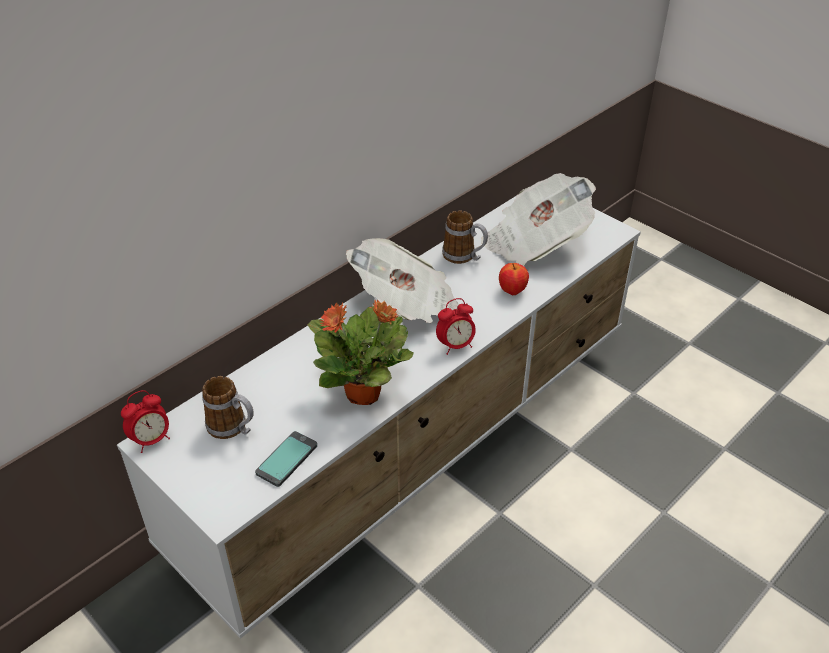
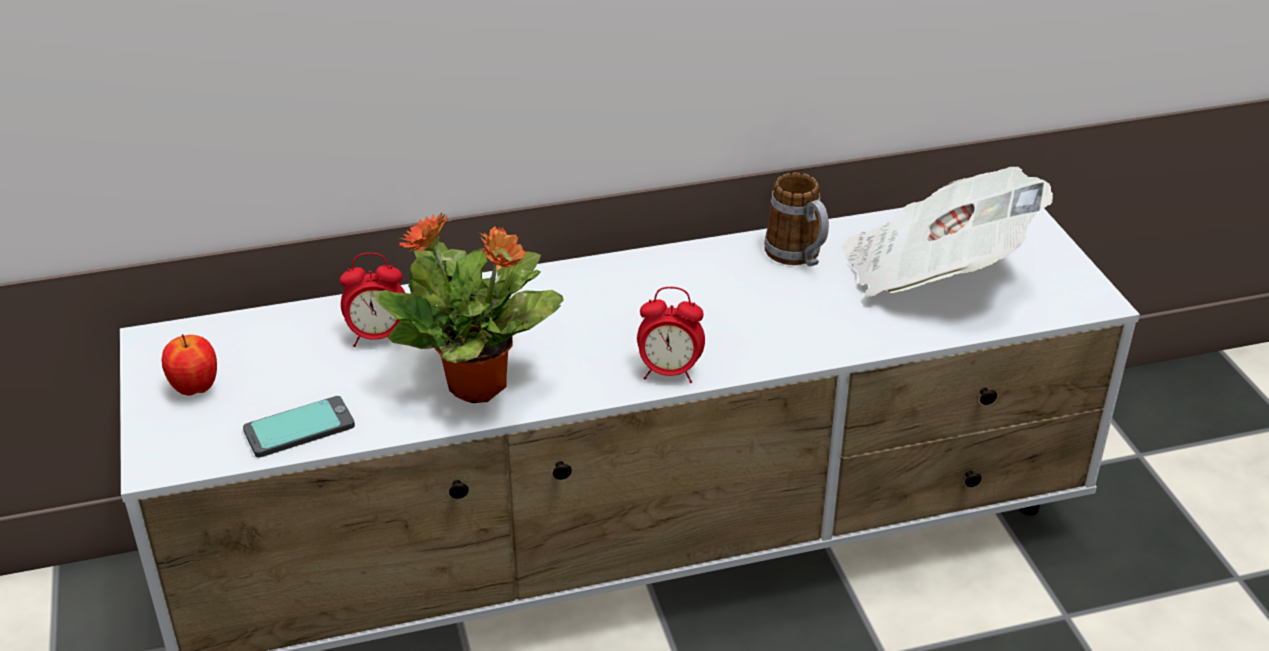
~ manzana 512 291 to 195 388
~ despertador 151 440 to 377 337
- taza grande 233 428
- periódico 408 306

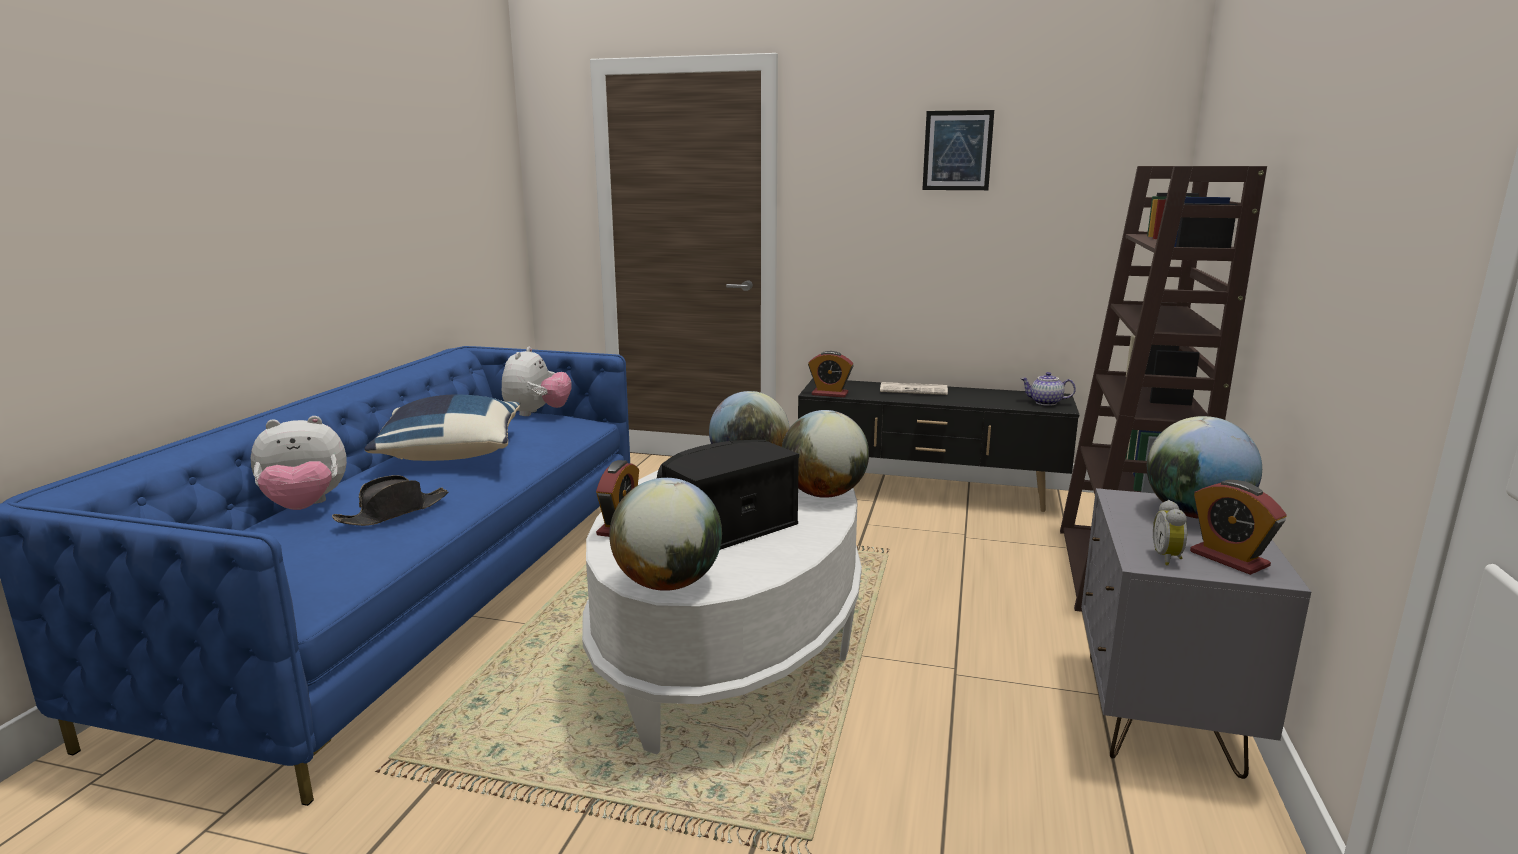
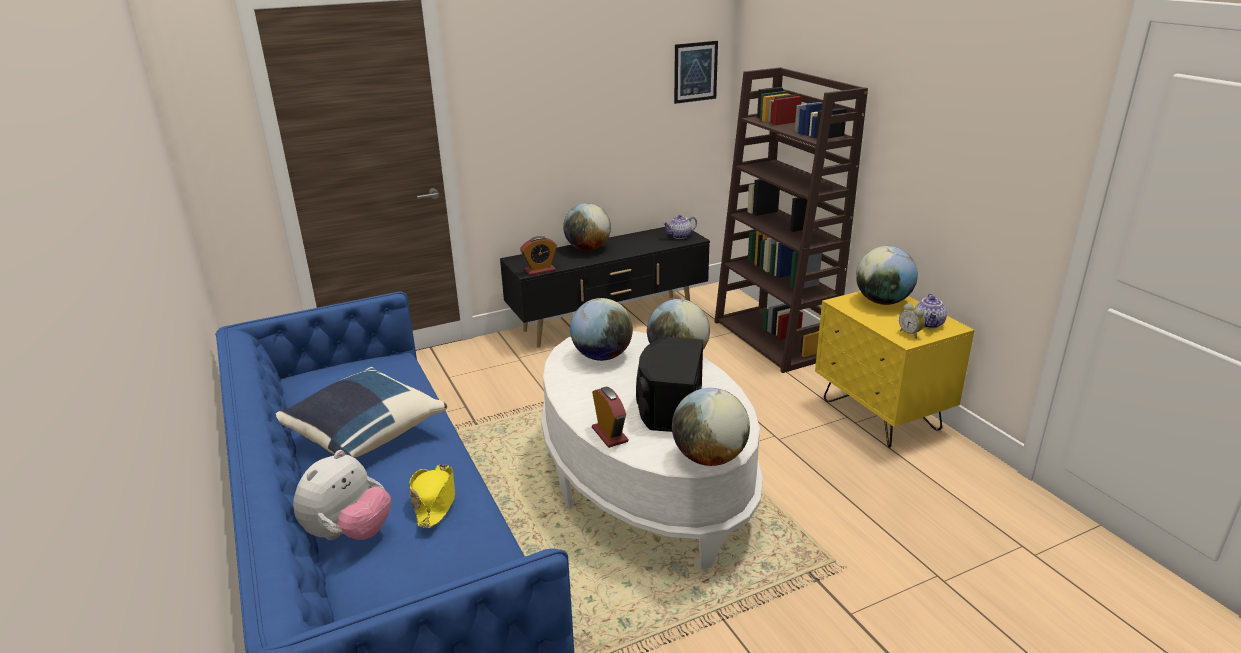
~ sombrero/negro 394 512 to sombrero/amarillo 435 500
~ periódico 914 390 to globo terráqueo 588 249
~ cuadro 957 150 to 695 72
~ mesita de noche/gris 1160 716 to mesita de noche/amarillo 881 415
~ despertador 1229 559 to tetera 929 324
- peluche 537 413

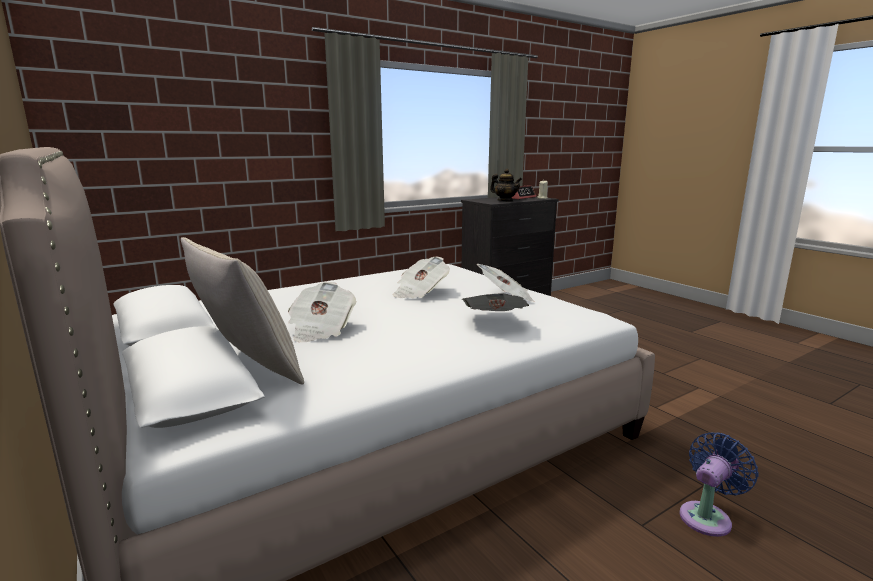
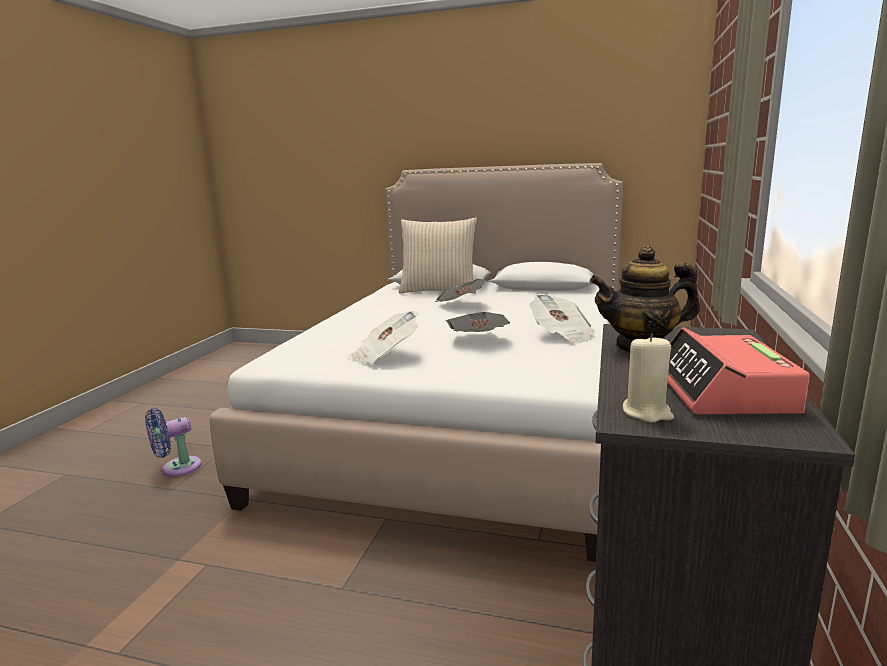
~ ventilador/azul 707 516 = 177 468 45 degrees clockwise
~ periódico 495 321 to 561 335

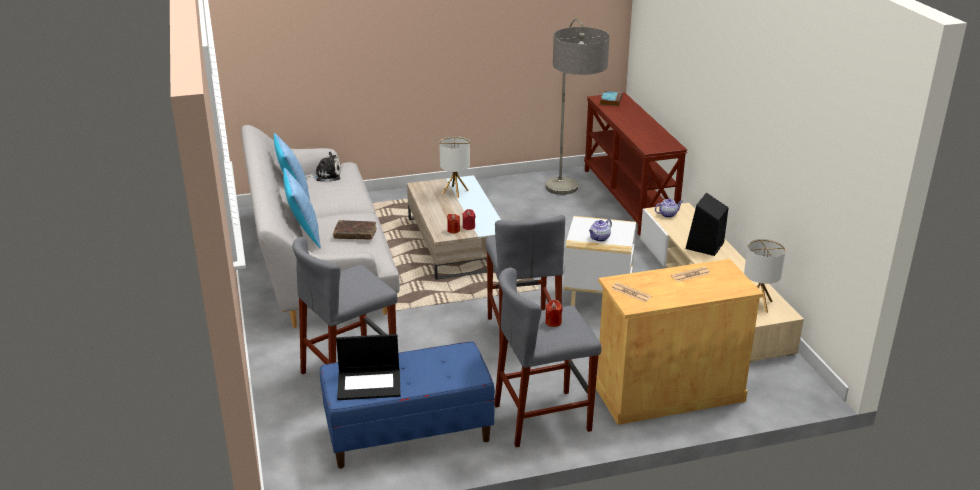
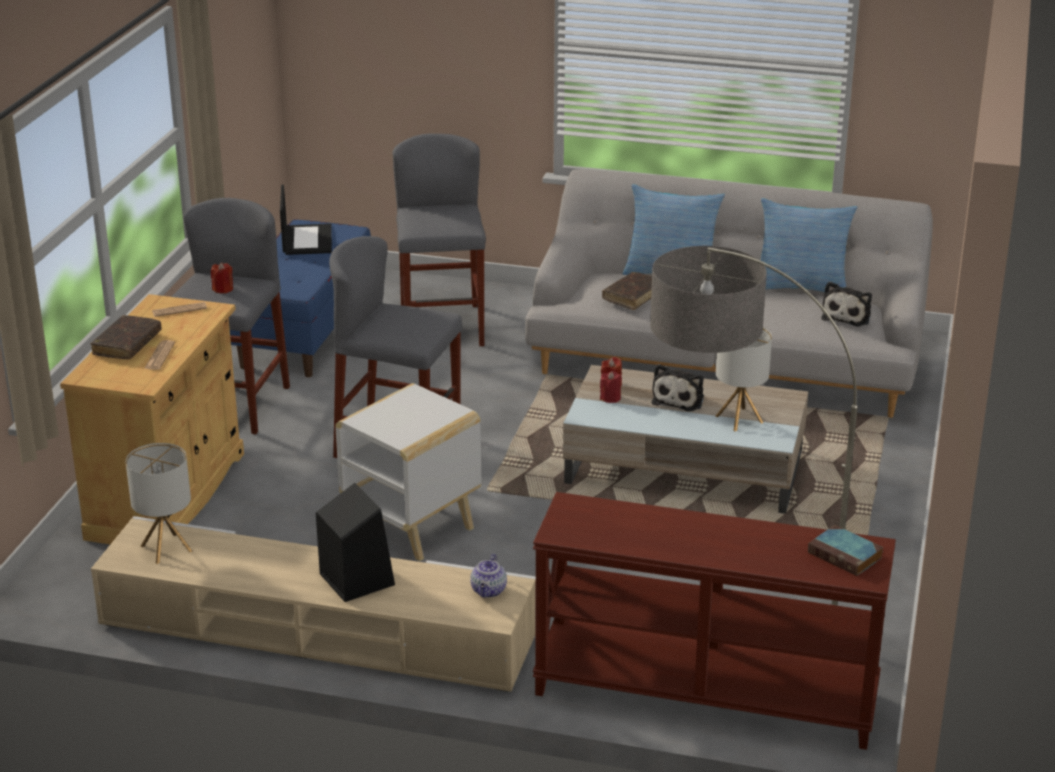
+ libro/marrón 127 344
~ portátil 370 384 = 306 240 150 degrees clockwise
+ peluche 679 399
- tetera 599 238

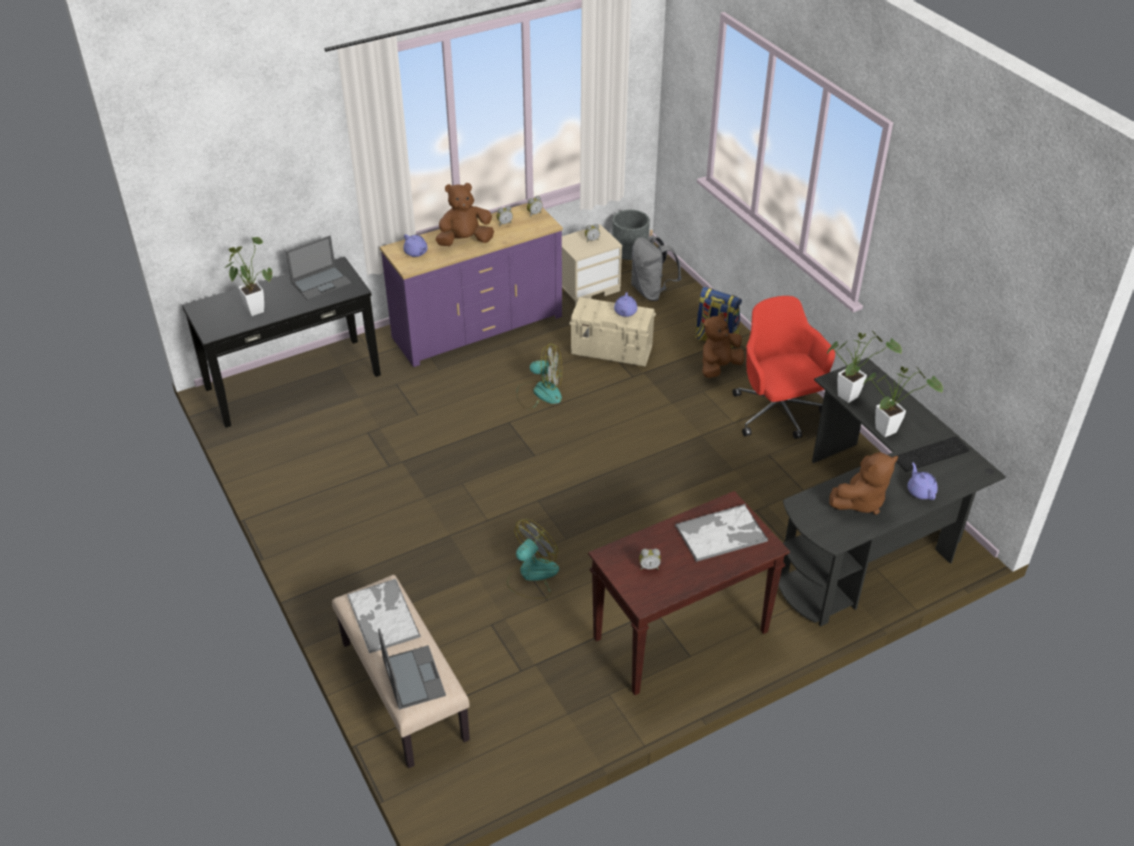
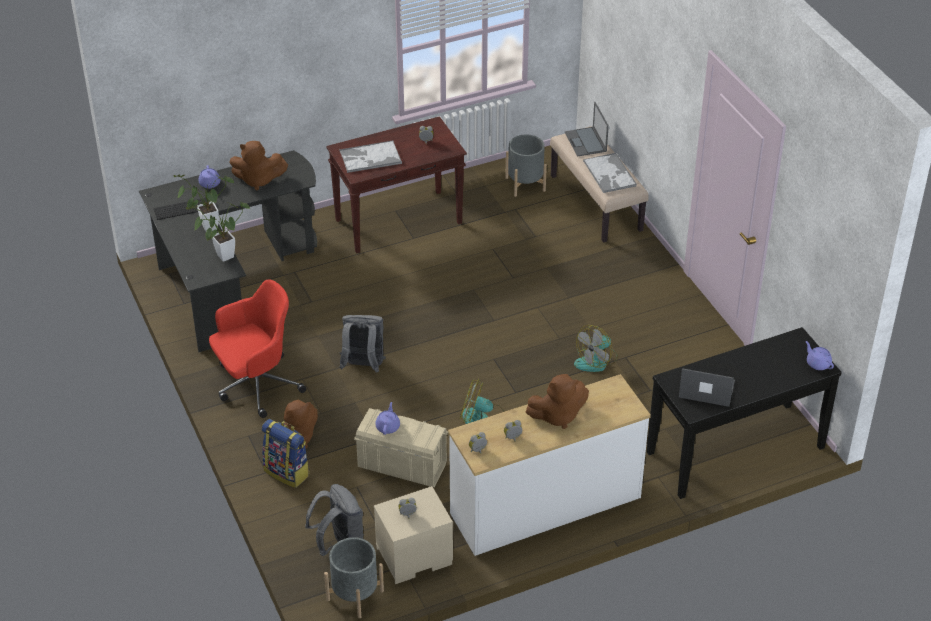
~ silla de oficina/rojo 778 413 = 256 385 105 degrees counterclockwise
~ peluche/marrón 860 501 = 258 180 150 degrees counterclockwise
+ mochila/gris 363 366
~ cómoda/morado 477 327 to cómoda/blanco 546 506
+ maceta/gris 525 184
~ ventilador 532 575 to 596 361
~ portátil 321 282 = 705 389 45 degrees clockwise
~ tetera/morado 416 252 to 817 363
- planta en maceta 254 308

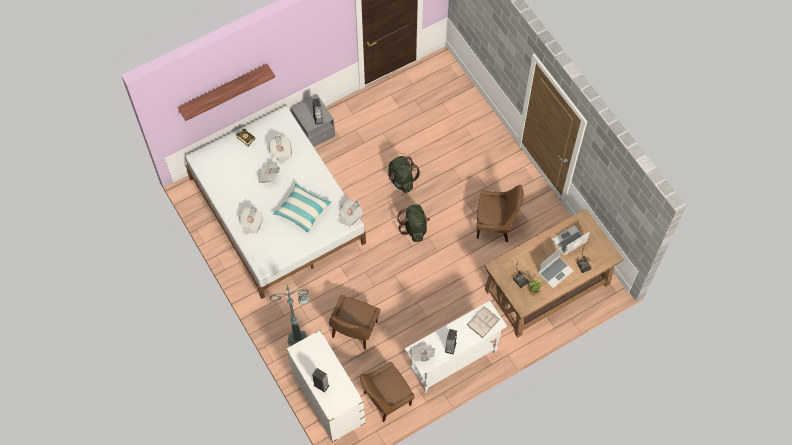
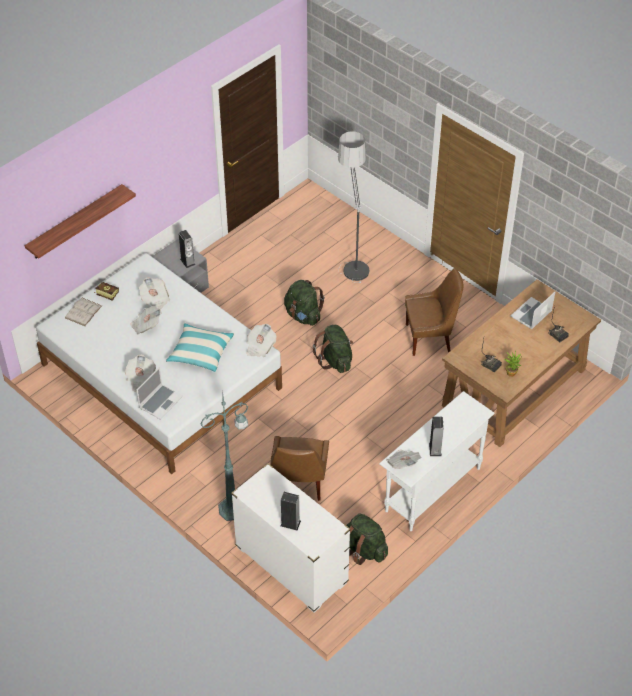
~ libro/blanco 483 322 to 83 312
~ portátil 555 271 to 160 402
+ lámpara de pie 352 257
~ silla/marrón 385 399 to mochila/verde 364 550

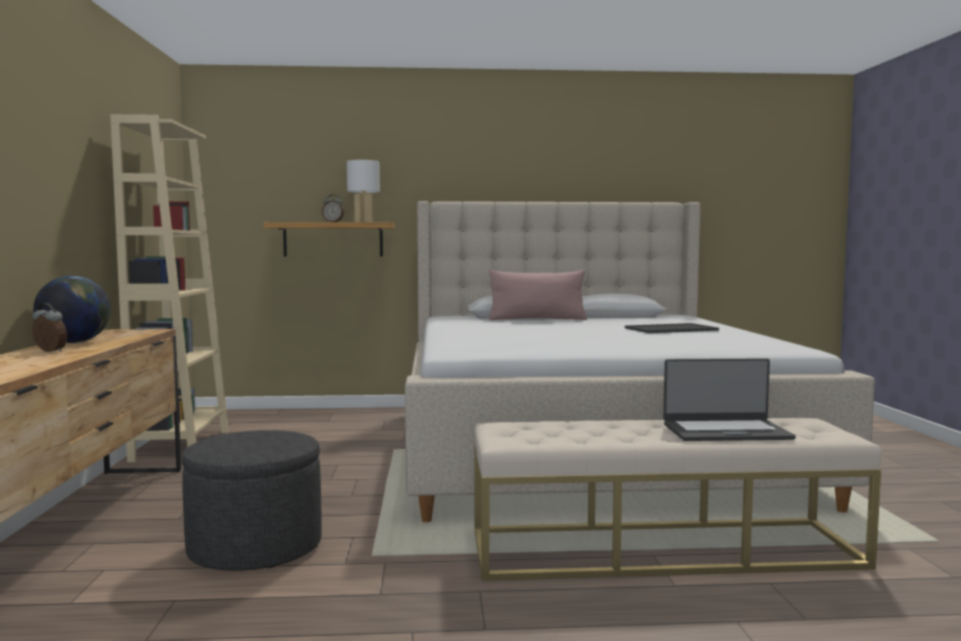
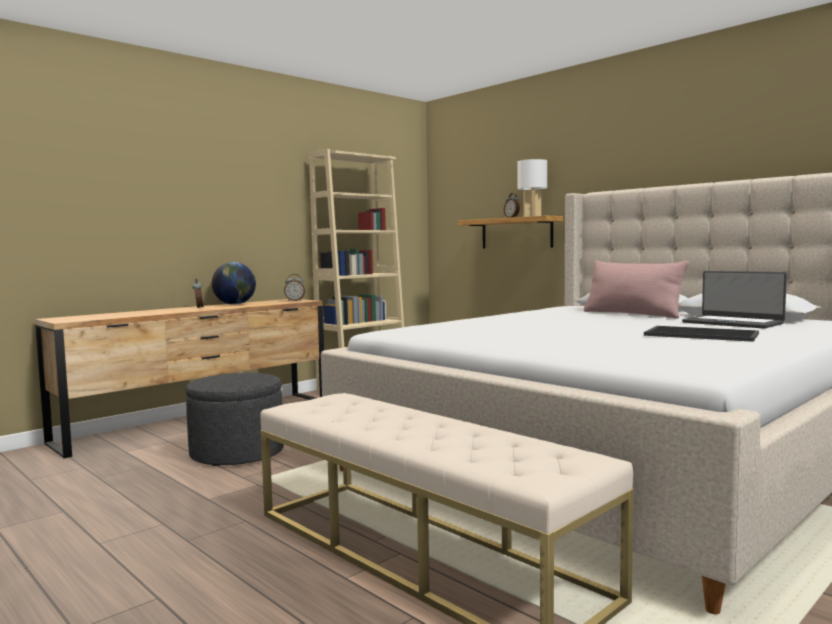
+ despertador 295 300
~ portátil 725 431 to 733 323

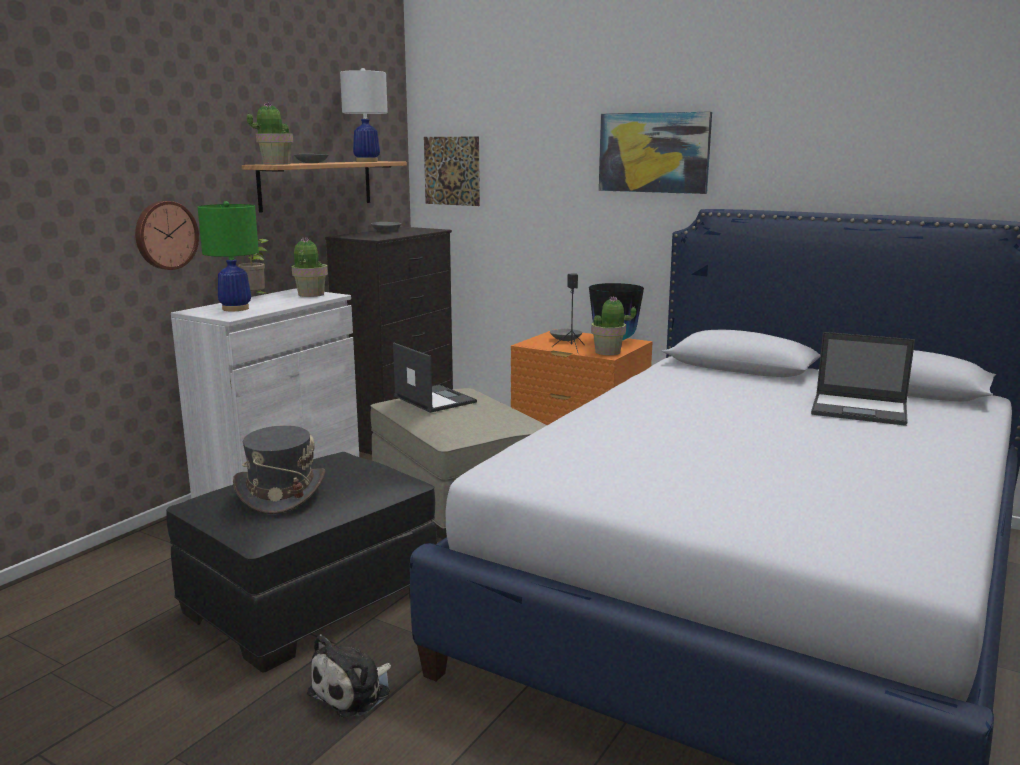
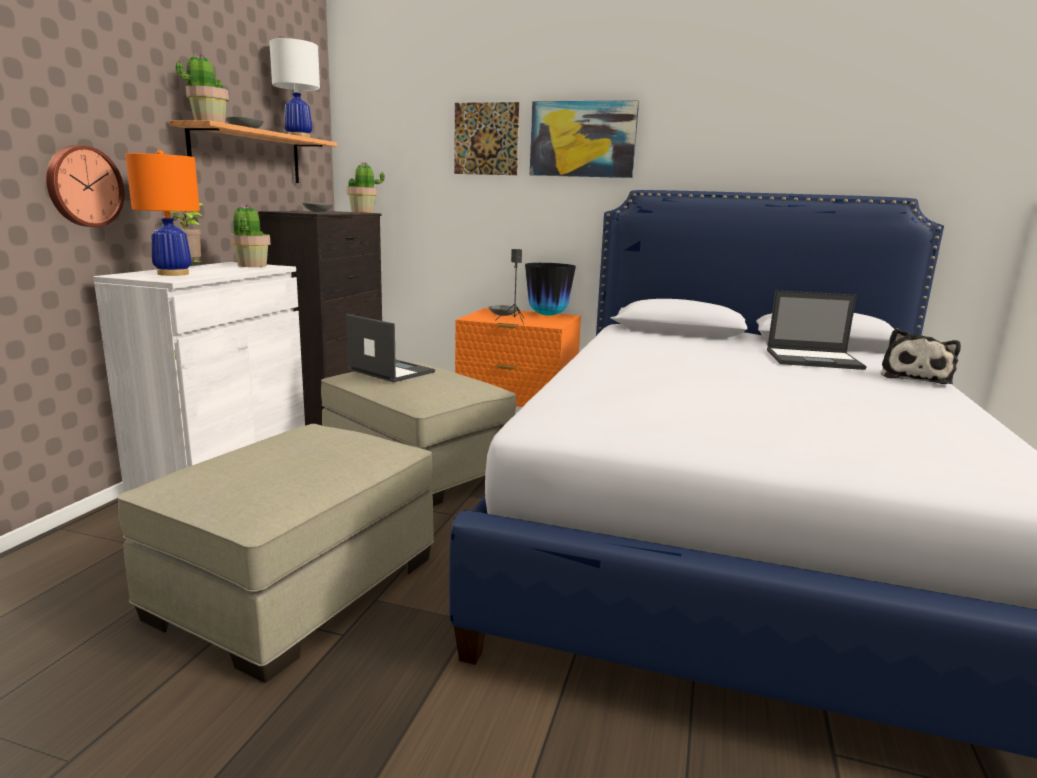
~ puf/negro 309 600 to puf/beis 295 587
~ lámpara de mesa/verde 235 309 to lámpara de mesa/naranja 173 274
~ planta en maceta 608 352 to 363 212
~ cuadro 451 171 to 486 139
~ peluche 354 692 to 914 377
- sombrero/gris 280 493

